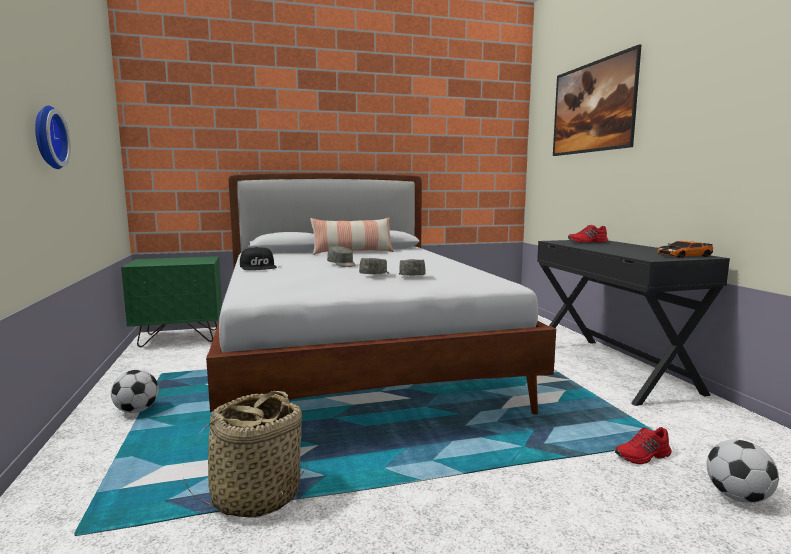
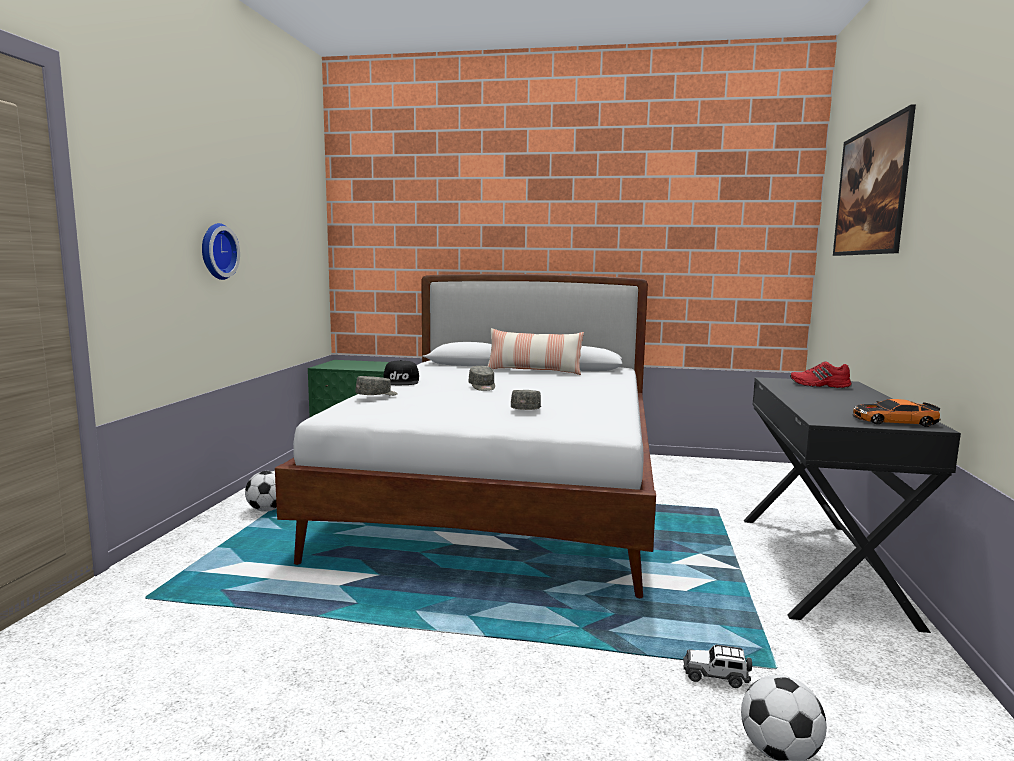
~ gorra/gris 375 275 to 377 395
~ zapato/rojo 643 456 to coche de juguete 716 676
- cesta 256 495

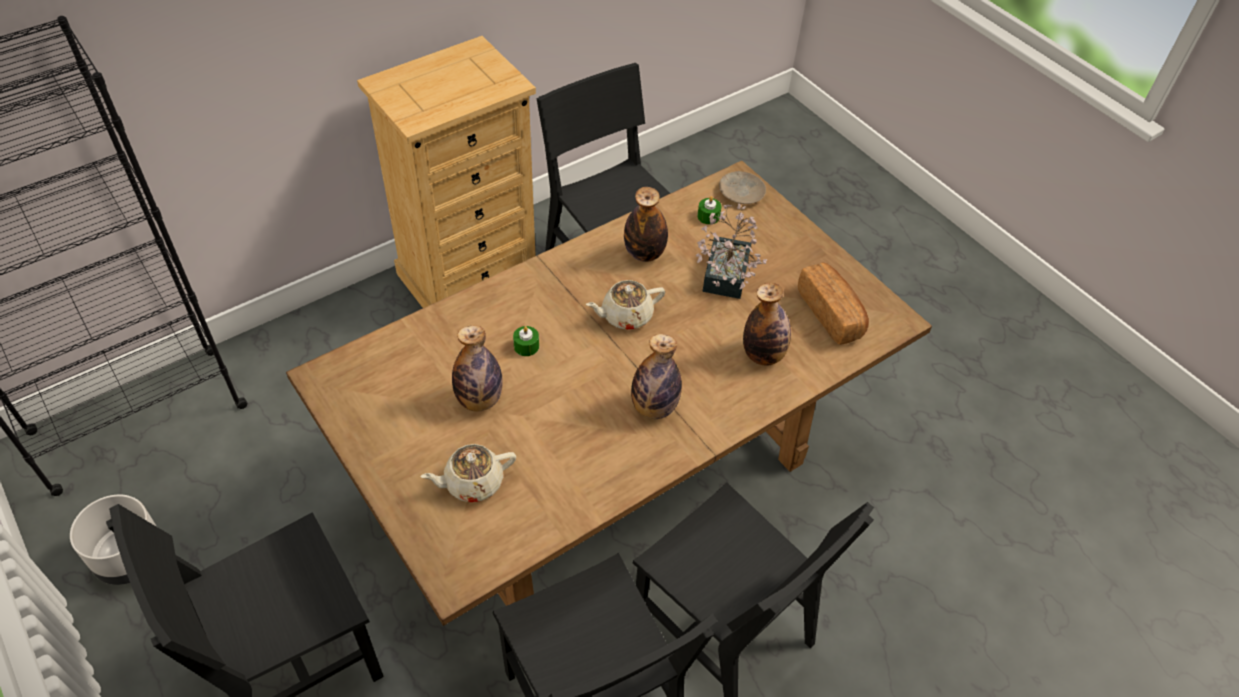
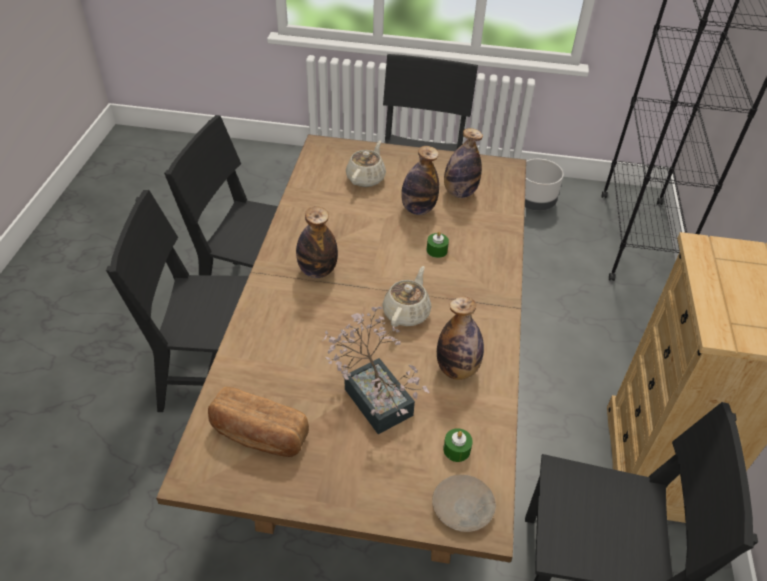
~ botella 763 355 to 459 192

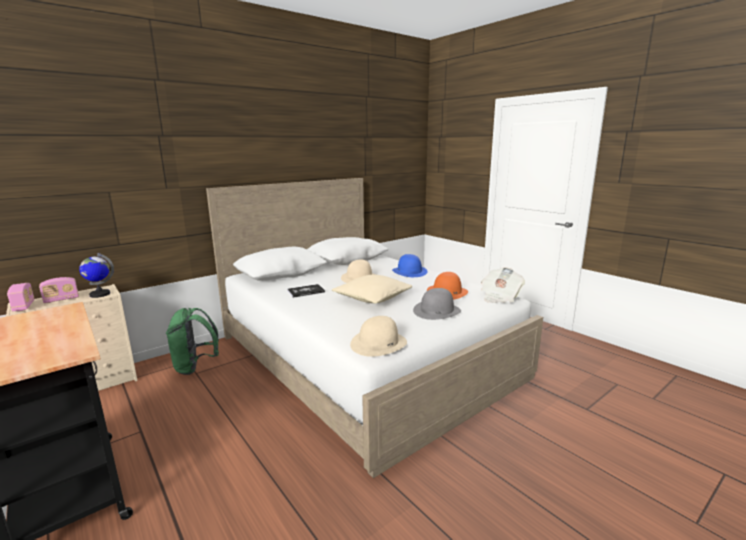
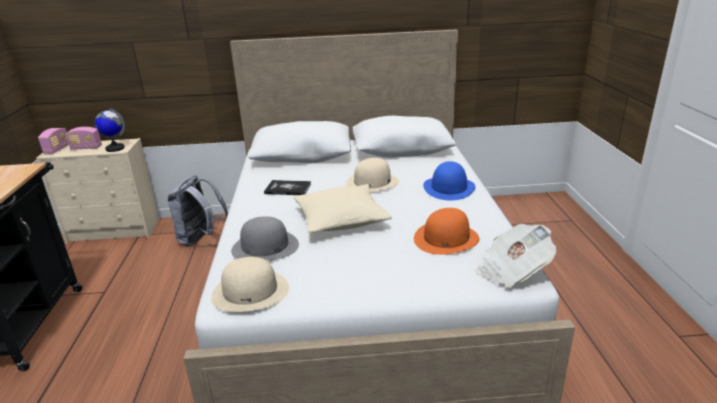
~ mochila/verde 195 367 to mochila/gris 201 239
~ sombrero/gris 437 311 to 265 247

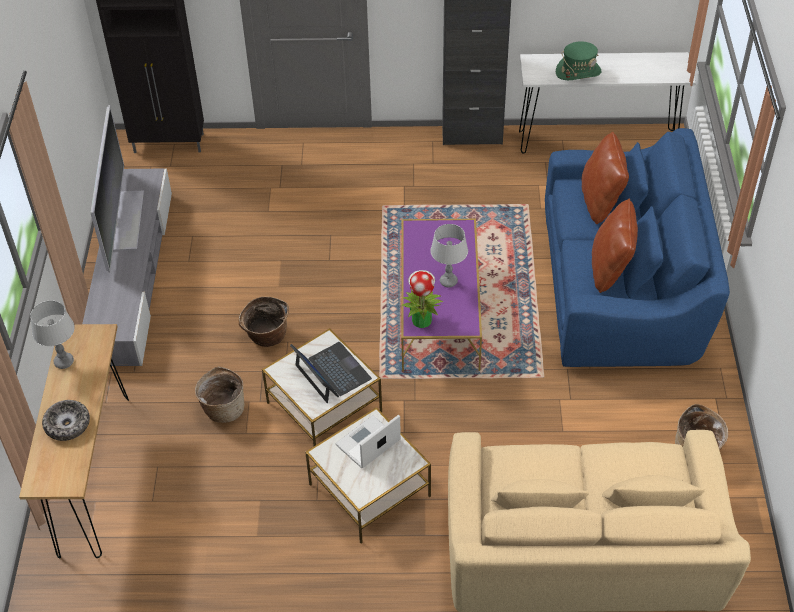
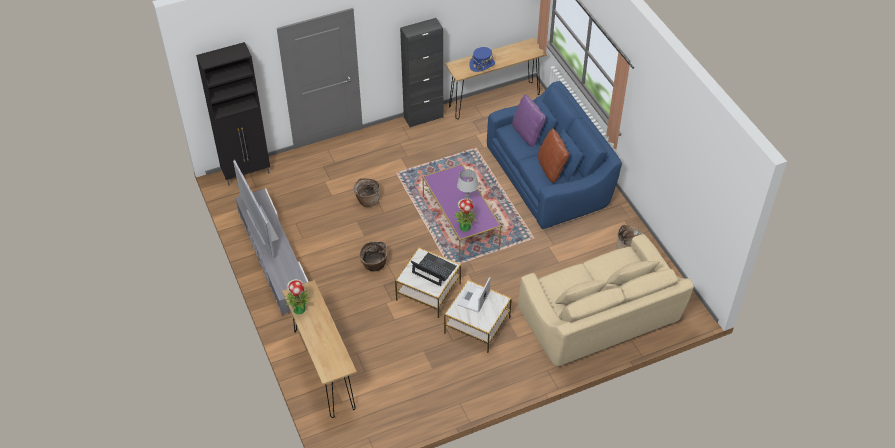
~ lámpara de mesa/gris 64 362 to planta en maceta 298 309
~ cesta 223 408 to 367 200
~ mesa consola/blanco 597 141 to mesa consola/marrón 494 100
~ sombrero/verde 578 72 to sombrero/azul 482 64
~ cojín/marrón 601 202 to cojín/morado 527 134
- cuenco 67 424

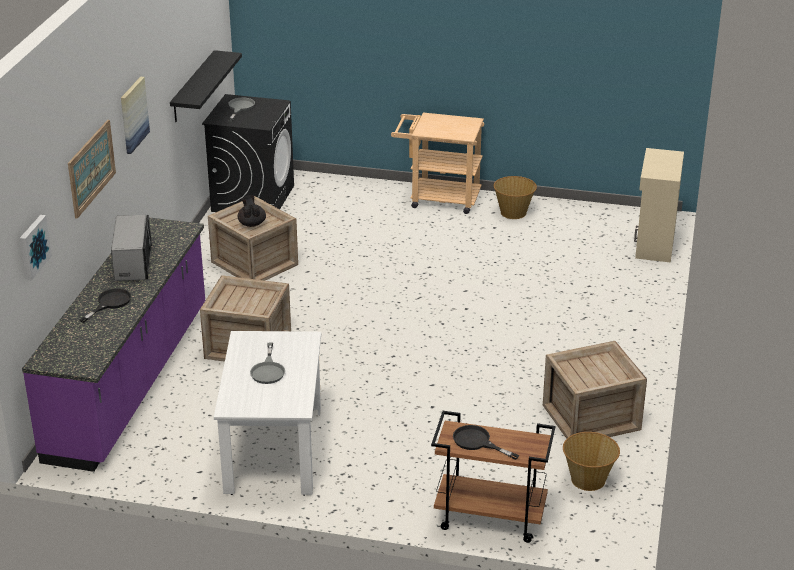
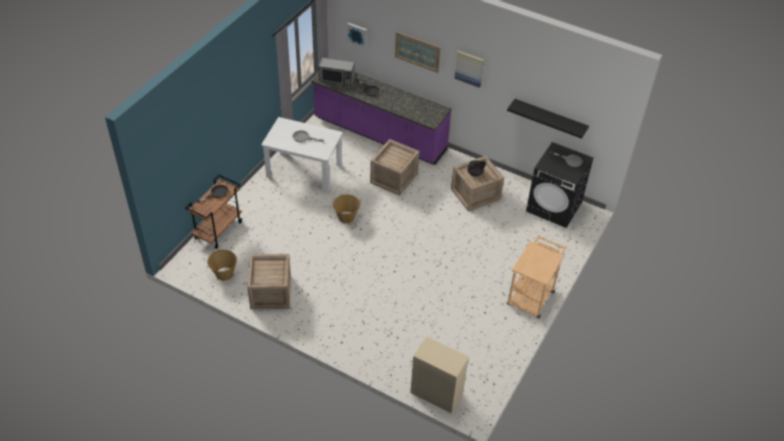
~ microondas 134 263 to 337 79
~ cesta 513 212 to 346 217

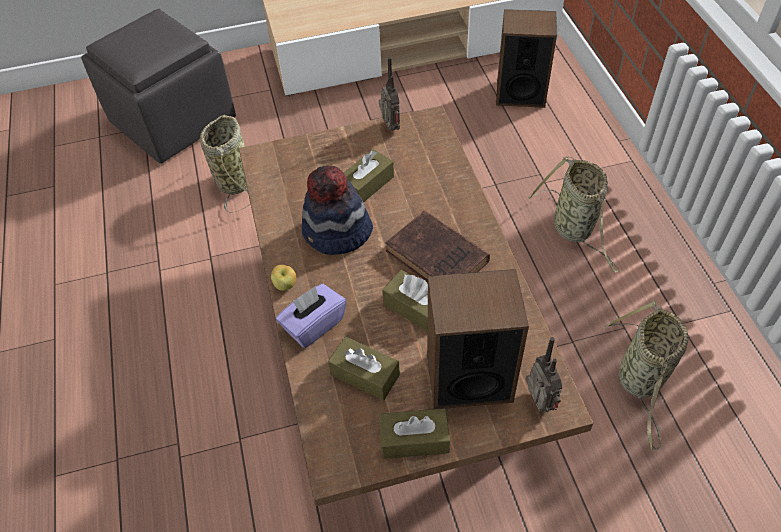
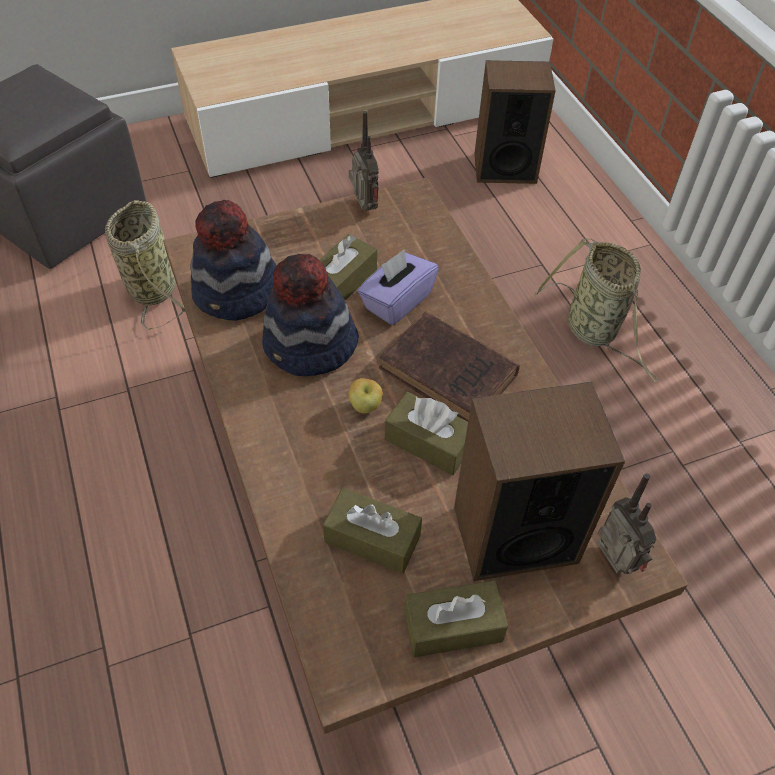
+ sombrero 237 293
~ manzana 285 285 to 365 406
~ caja de pañuelos/morado 313 325 to 396 301
- cesta 640 381

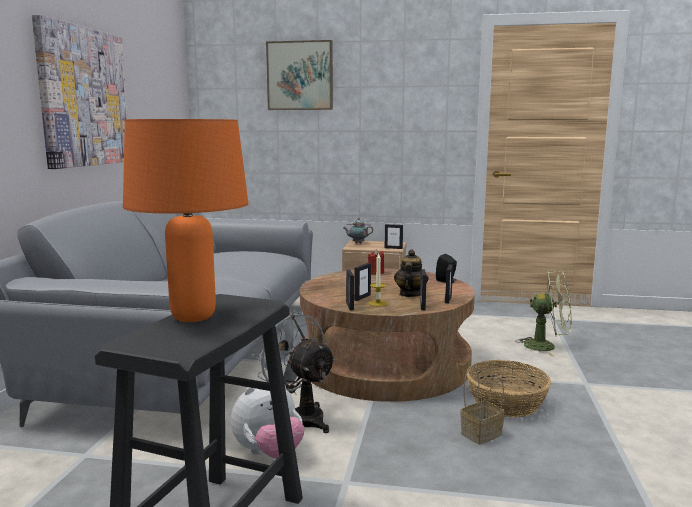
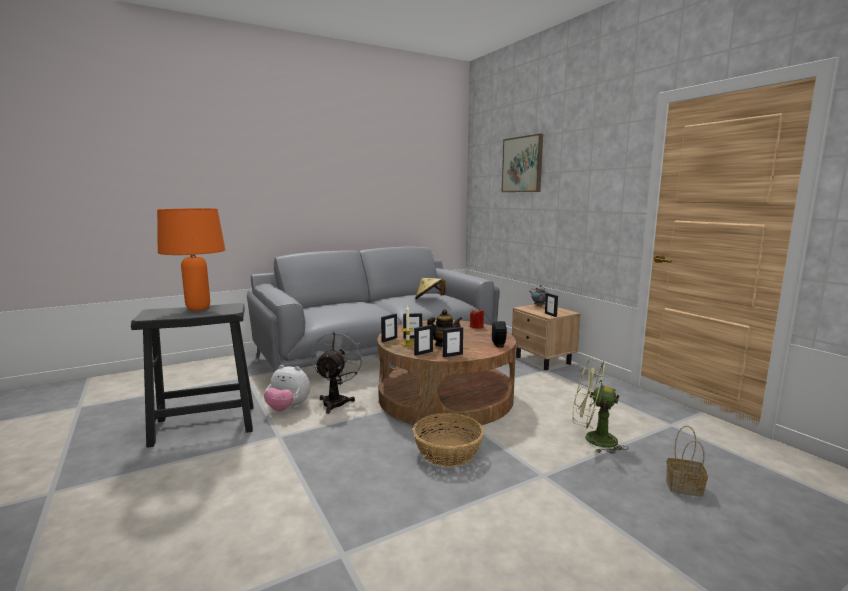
+ sombrero/beis 429 299
~ ventilador/verde 547 346 = 593 439 135 degrees clockwise
~ cesta 481 433 to 685 487
- cuadro 84 97

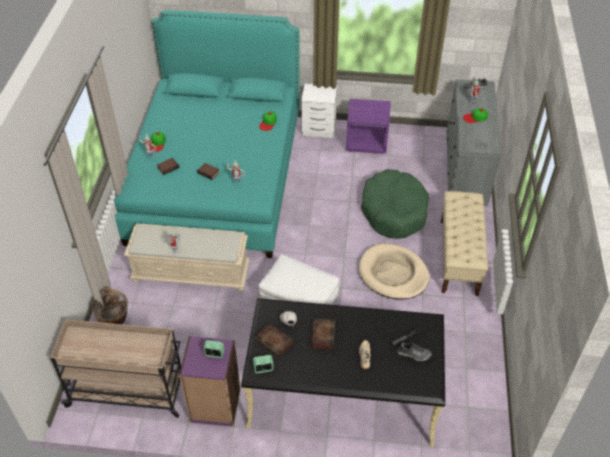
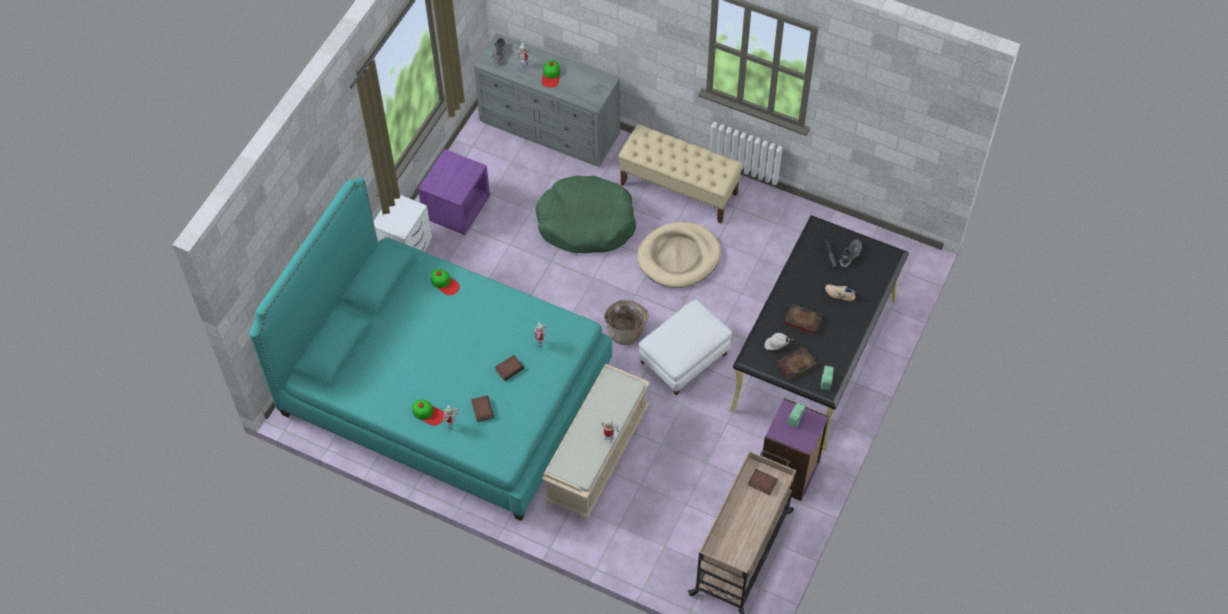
~ cesta 114 320 to 626 331
+ libro 761 483

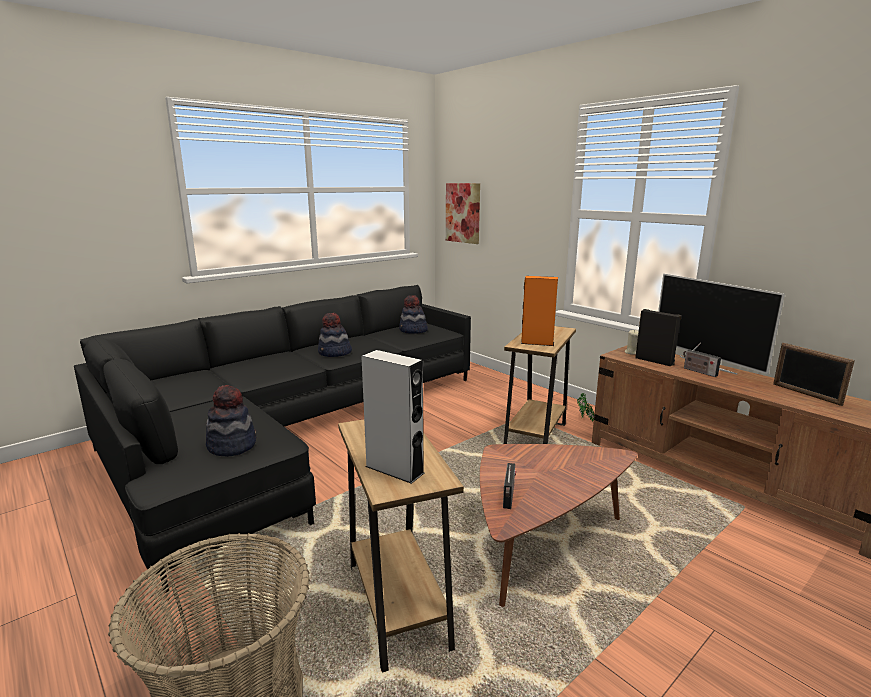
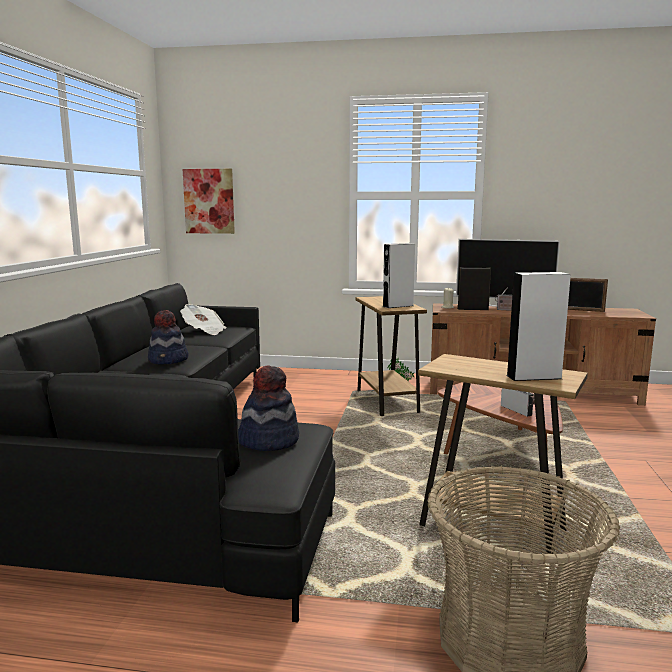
~ sombrero 413 331 to periódico 204 331
~ altavoz/naranja 537 343 to altavoz/gris 398 306

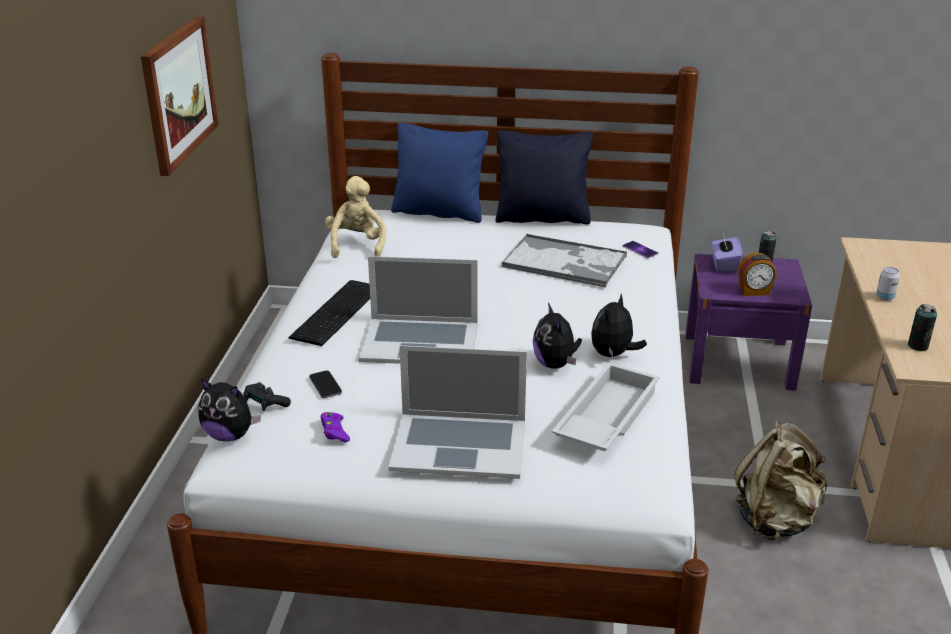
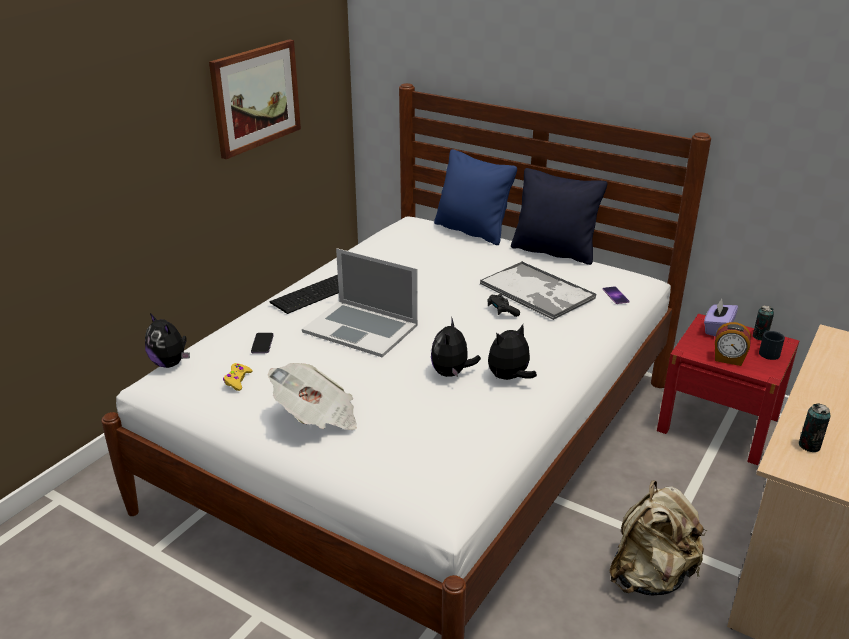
~ mando de consola/morado 334 431 to mando de consola/amarillo 237 380
~ portátil 459 445 to periódico 317 417
~ mando de consola/negro 265 404 to 502 311
~ mesita de noche/morado 738 361 to mesita de noche/rojo 718 423
+ taza grande/negro 767 351
- peluche/beis 357 245
- bandeja/blanco 605 417
- lata 884 297

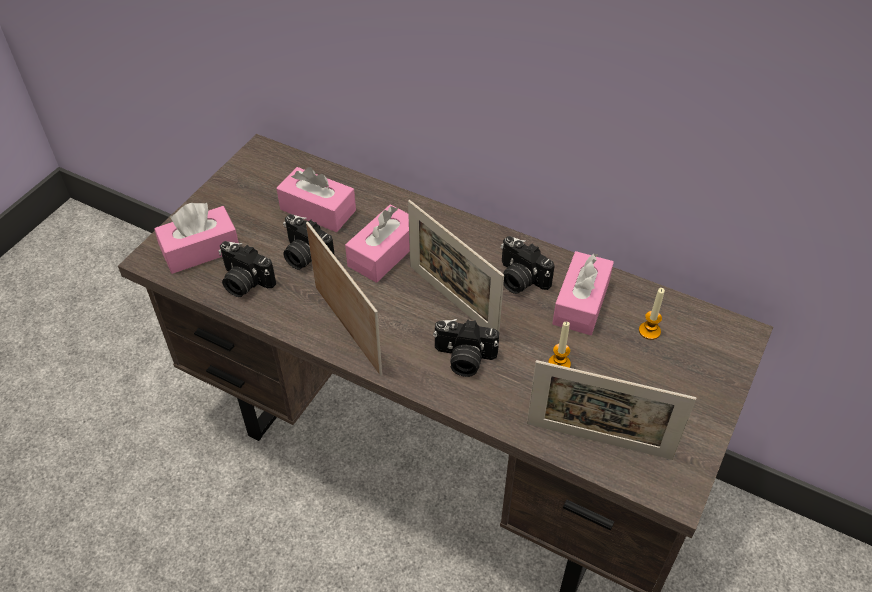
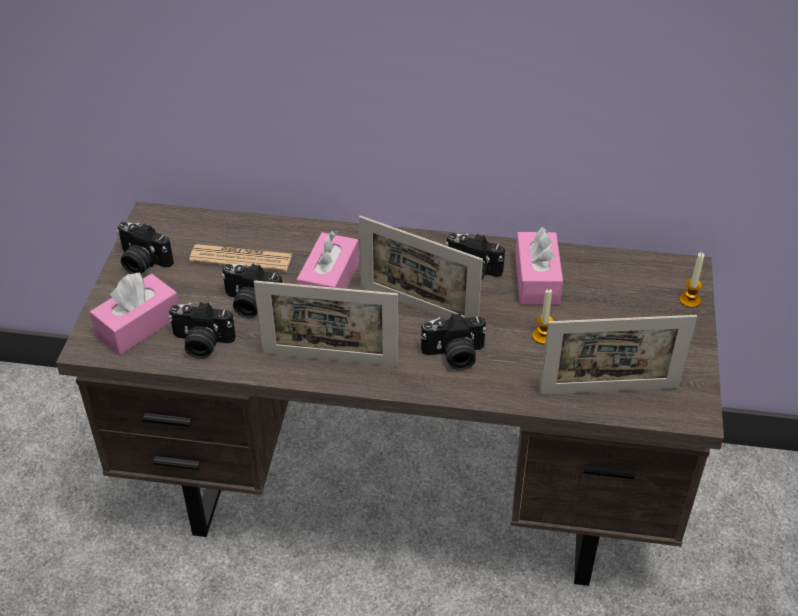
+ cámara 142 262
~ caja de pañuelos/rosa 318 210 to periódico 241 258
~ portarretratos 347 329 = 329 359 150 degrees clockwise
~ vela 649 331 to 690 300

